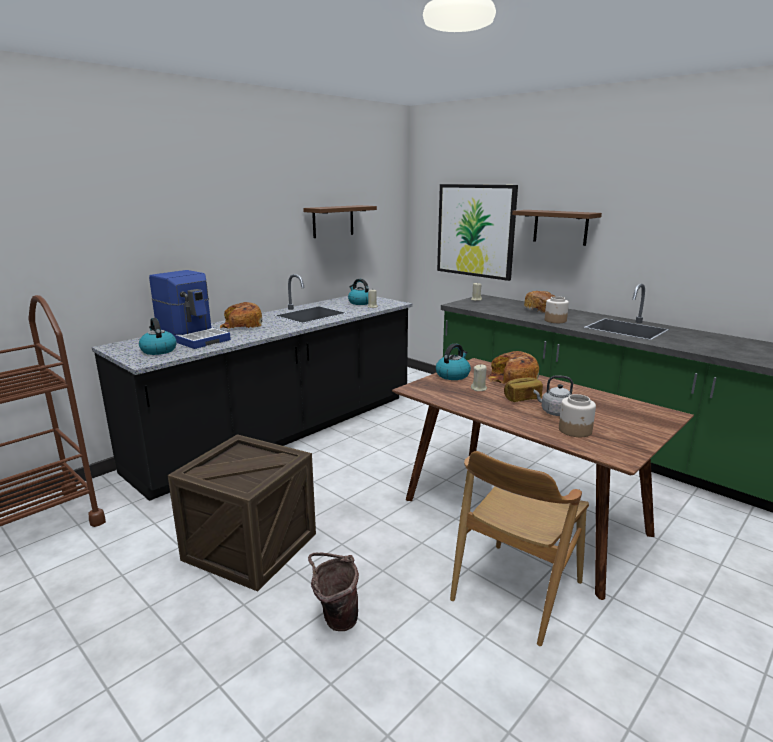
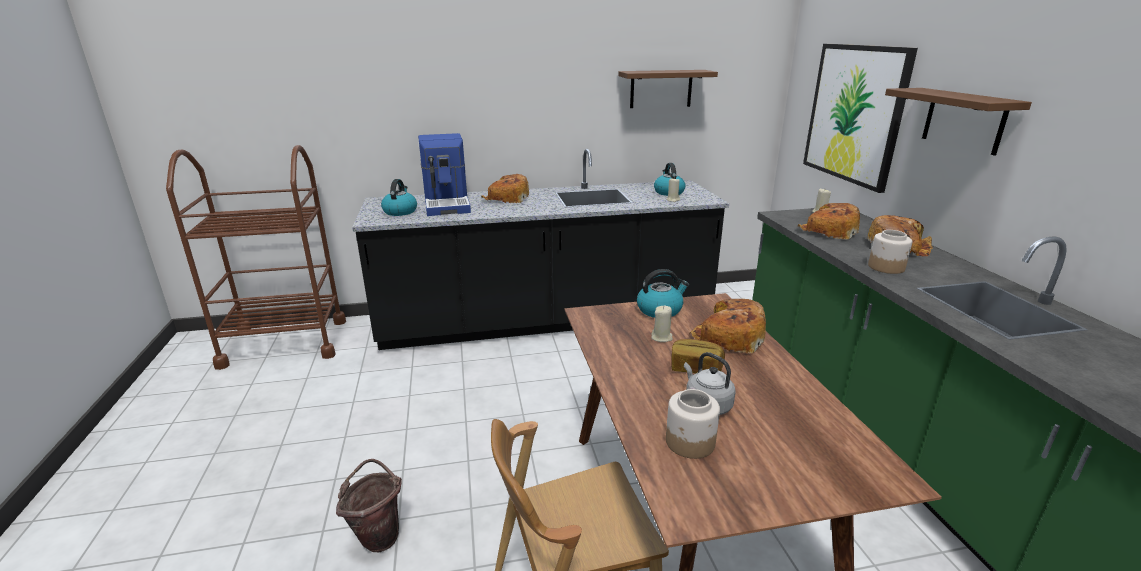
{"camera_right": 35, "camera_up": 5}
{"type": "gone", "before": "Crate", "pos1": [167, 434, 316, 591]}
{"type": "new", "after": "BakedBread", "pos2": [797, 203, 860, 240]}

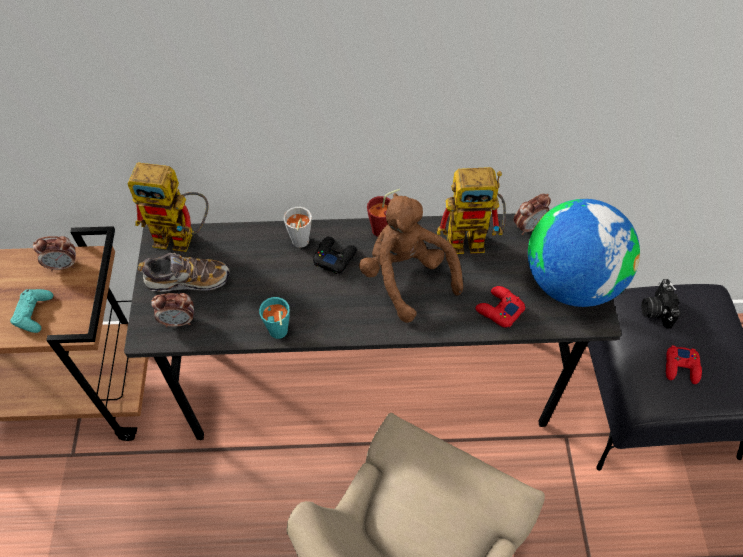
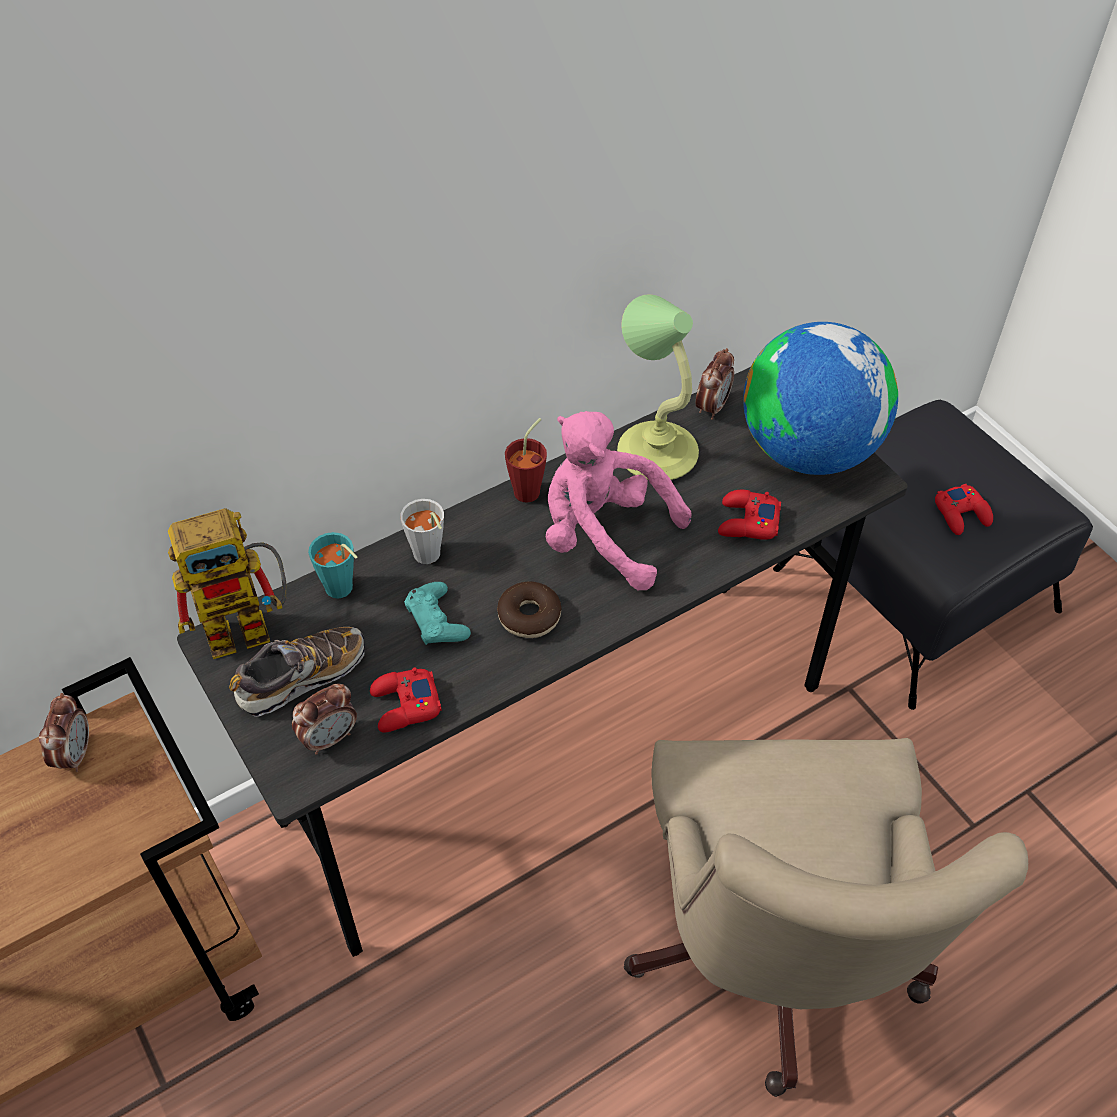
{"camera_right": -30, "camera_up": -5}
{"type": "shifted", "before": "TurquoiseGamepad", "pos1": [10, 289, 53, 333], "pos2": [404, 582, 471, 645]}
{"type": "rotated", "before": "BedsideClock", "pos1": [33, 236, 76, 271], "pos2": [39, 693, 89, 772], "turn": -45}
{"type": "shifted", "before": "TurquoiseSmallCup", "pos1": [259, 297, 290, 339], "pos2": [308, 532, 357, 599]}
{"type": "gone", "before": "BlackColouredGamepad", "pos1": [313, 237, 357, 274]}
{"type": "repainted", "before": "BrownColouredSoftToy", "after": "PinkColouredSoftToy", "pos1": [359, 193, 463, 323], "pos2": [546, 411, 692, 590]}
{"type": "swapped", "before": "ToyRobot", "after": "TableLamp", "pos1": [437, 167, 506, 254], "pos2": [617, 294, 699, 480]}
{"type": "gone", "before": "PhotoCamera", "pos1": [641, 279, 681, 329]}
{"type": "new", "after": "RedGamepad", "pos2": [370, 667, 442, 732]}
{"type": "new", "after": "Donut", "pos2": [497, 581, 562, 638]}

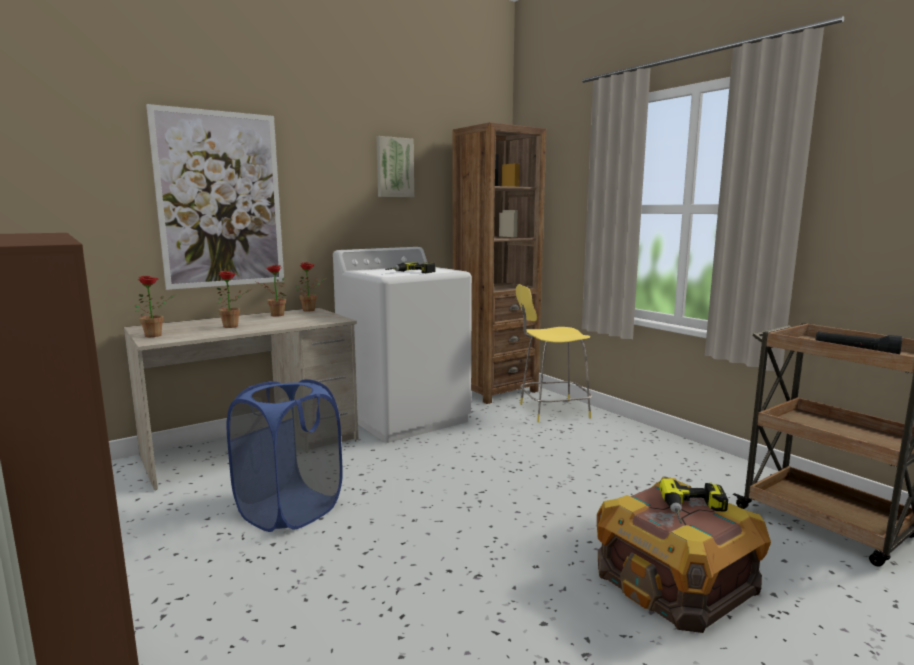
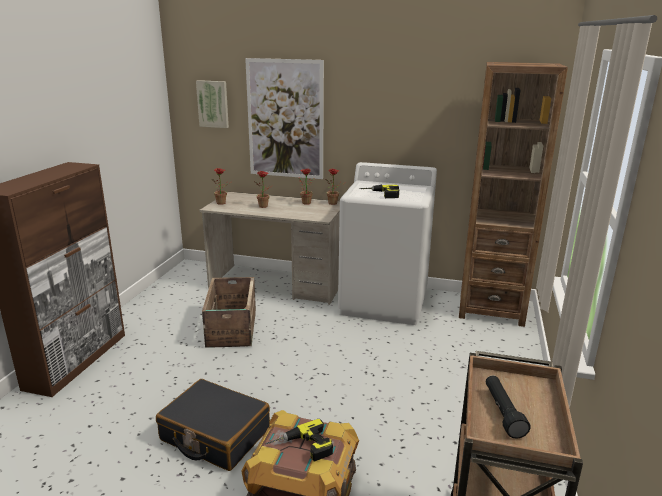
{"camera_right": 50, "camera_up": 10}
{"type": "swapped", "before": "BlueLaundryBasket", "after": "Crate", "pos1": [227, 379, 343, 532], "pos2": [202, 277, 256, 348]}
{"type": "shifted", "before": "WallArt", "pos1": [376, 136, 414, 197], "pos2": [196, 80, 229, 128]}
{"type": "gone", "before": "YellowSittingStool", "pos1": [516, 284, 592, 422]}
{"type": "new", "after": "BlackColouredSuitcase", "pos2": [156, 379, 270, 471]}

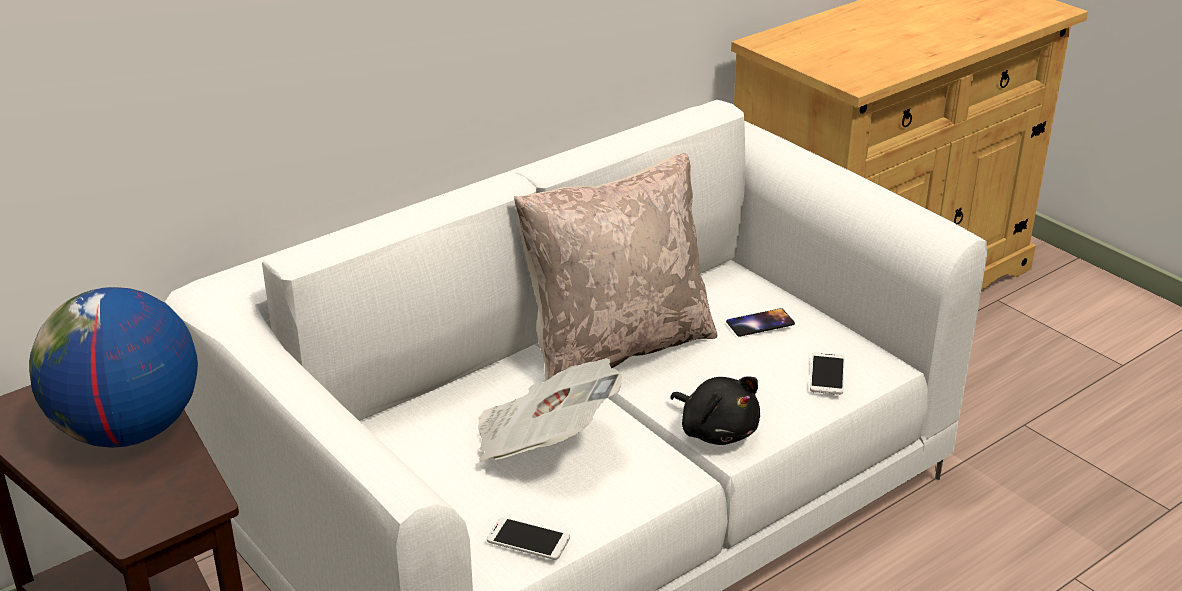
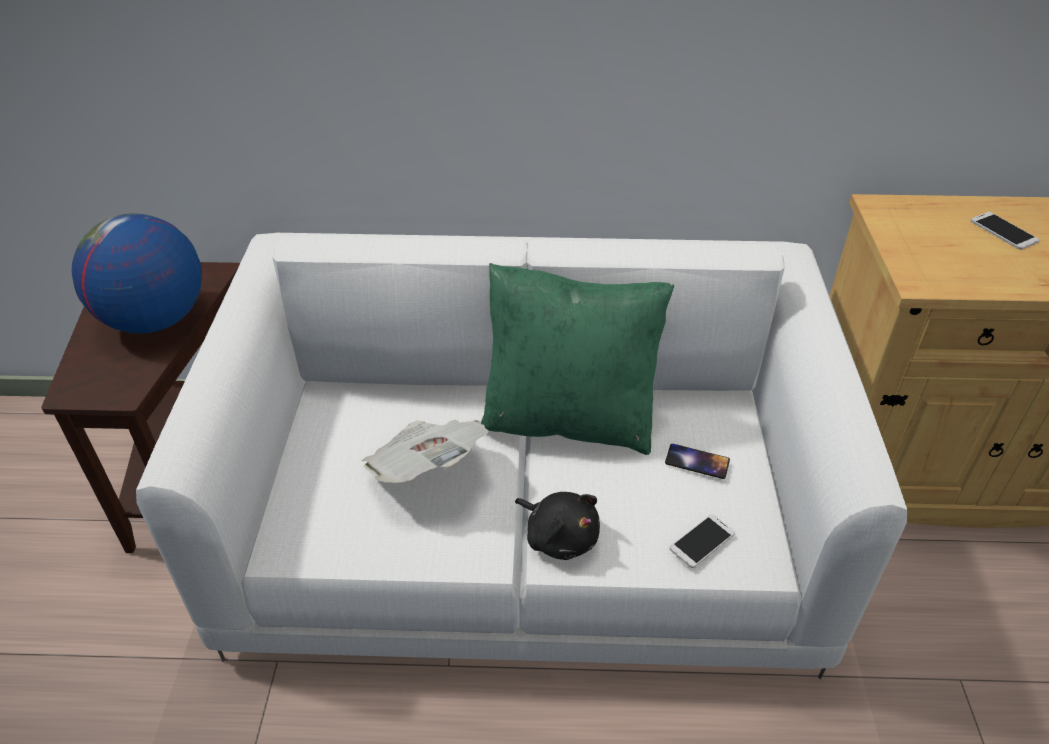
{"camera_right": 40, "camera_up": 10}
{"type": "shifted", "before": "Handset", "pos1": [487, 517, 570, 560], "pos2": [970, 212, 1040, 250]}
{"type": "repainted", "before": "BeigeThrowPillow", "after": "GreenColouredThrowPillow", "pos1": [514, 153, 717, 381], "pos2": [481, 263, 674, 455]}
{"type": "rotated", "before": "BlackColouredSoftToy", "pos1": [670, 376, 760, 445], "pos2": [515, 492, 600, 560], "turn": -45}

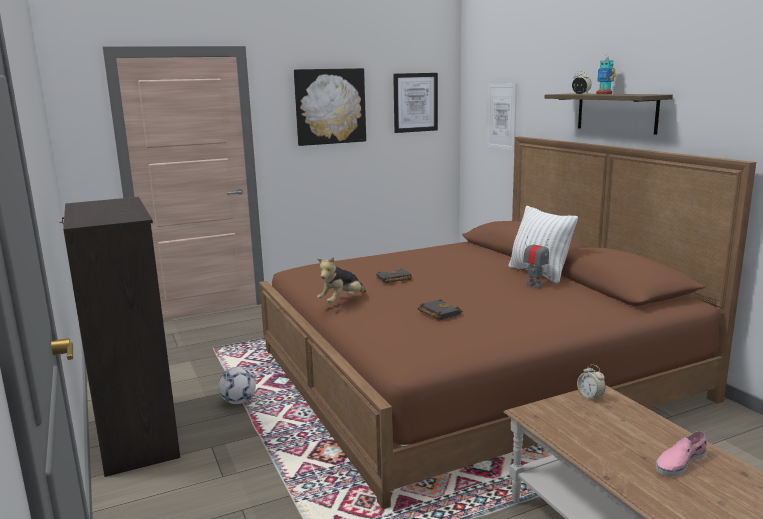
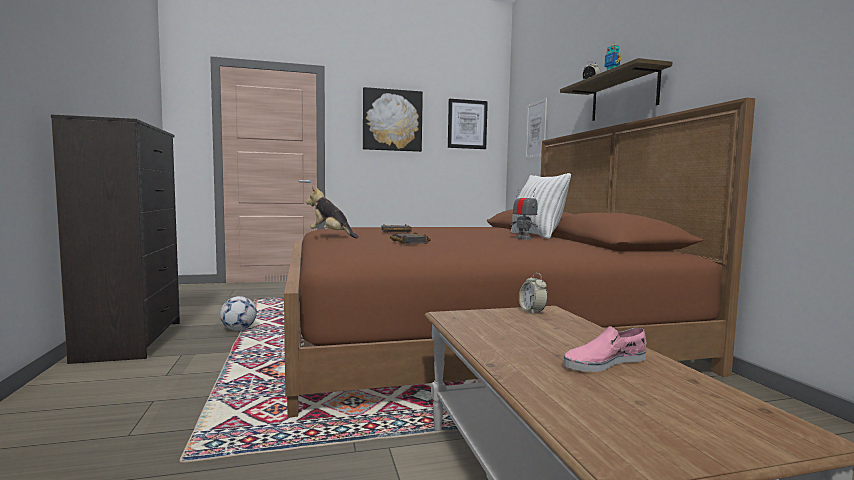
{"camera_right": 10, "camera_up": -10}
{"type": "rotated", "before": "SoftToy", "pos1": [317, 257, 366, 303], "pos2": [306, 186, 358, 239], "turn": 75}

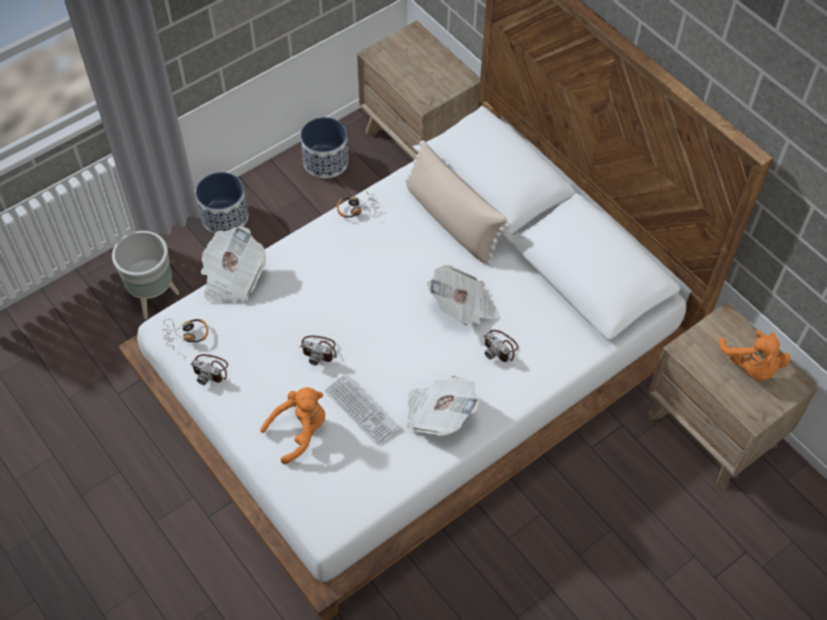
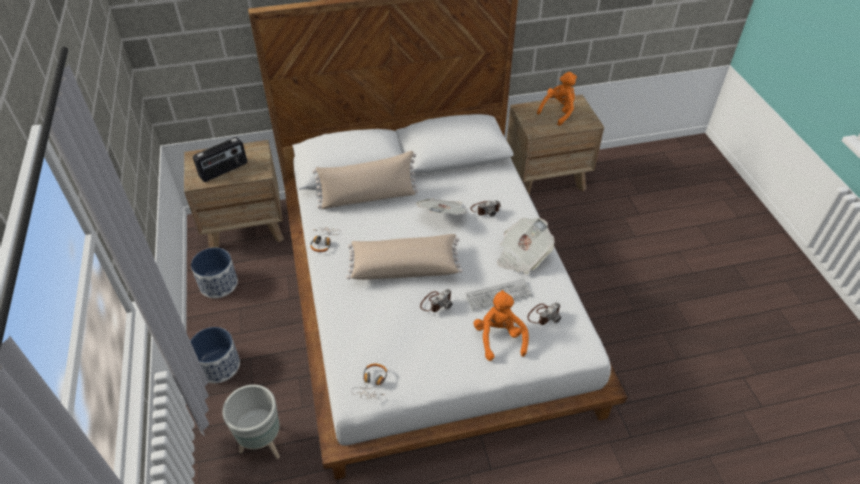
{"camera_right": -65, "camera_up": -10}
{"type": "shifted", "before": "PhotoCamera", "pos1": [190, 354, 228, 385], "pos2": [527, 303, 561, 325]}
{"type": "gone", "before": "Newspaper", "pos1": [201, 226, 266, 302]}
{"type": "rotated", "before": "OrangeColouredSoftToy", "pos1": [719, 330, 791, 381], "pos2": [537, 72, 577, 126], "turn": -60}
{"type": "new", "after": "Radio", "pos2": [193, 137, 247, 182]}
{"type": "new", "after": "BeigeThrowPillow", "pos2": [346, 234, 463, 280]}

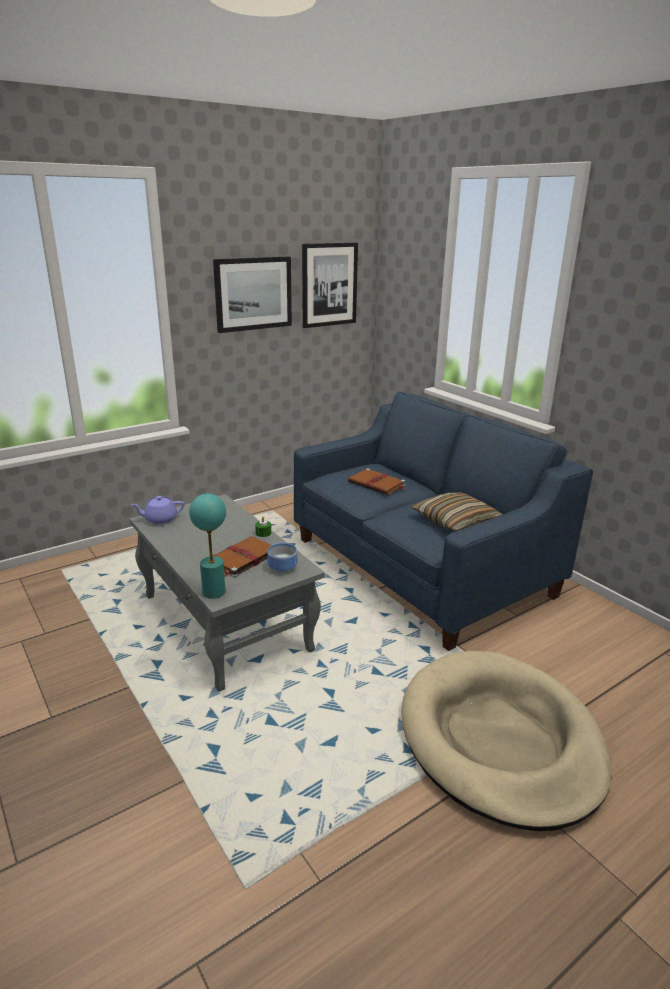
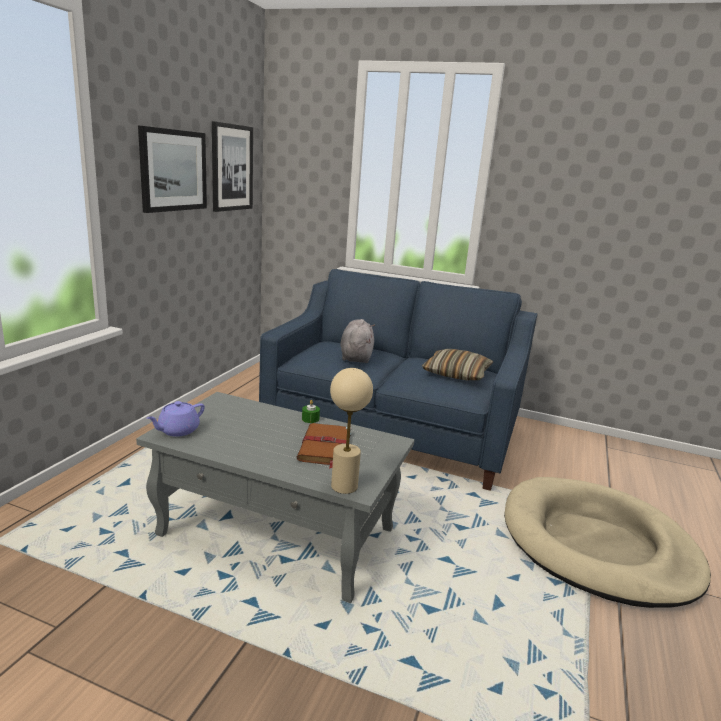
{"camera_right": -35, "camera_up": -5}
{"type": "repainted", "before": "TurquoiseTableLamp", "after": "BeigeTableLamp", "pos1": [189, 494, 226, 599], "pos2": [330, 368, 373, 494]}
{"type": "gone", "before": "DeepDish", "pos1": [268, 543, 297, 573]}
{"type": "swapped", "before": "BrownColouredBook", "after": "GraySoftToy", "pos1": [348, 468, 405, 495], "pos2": [340, 319, 375, 363]}

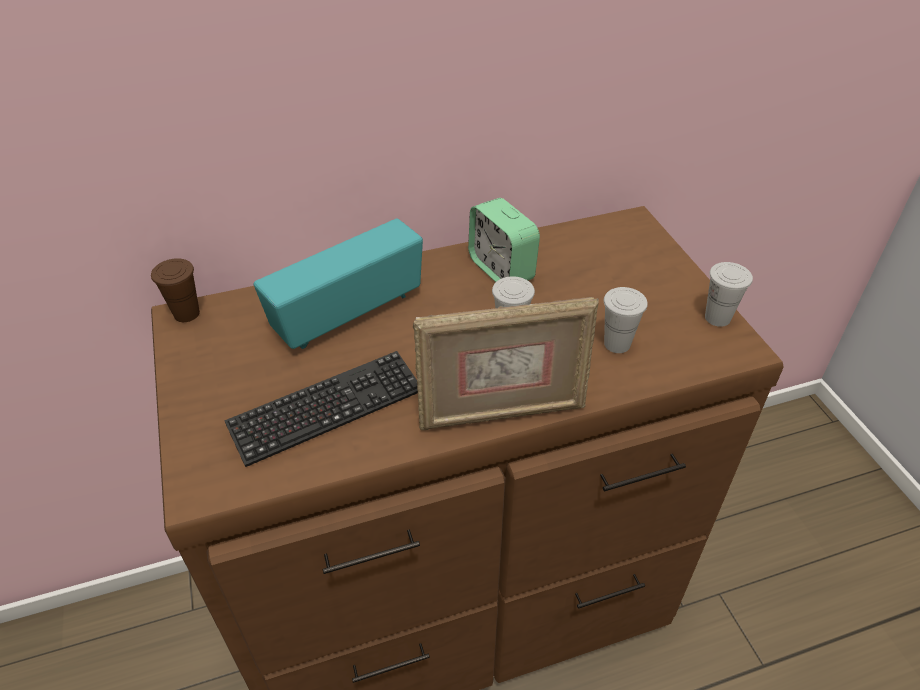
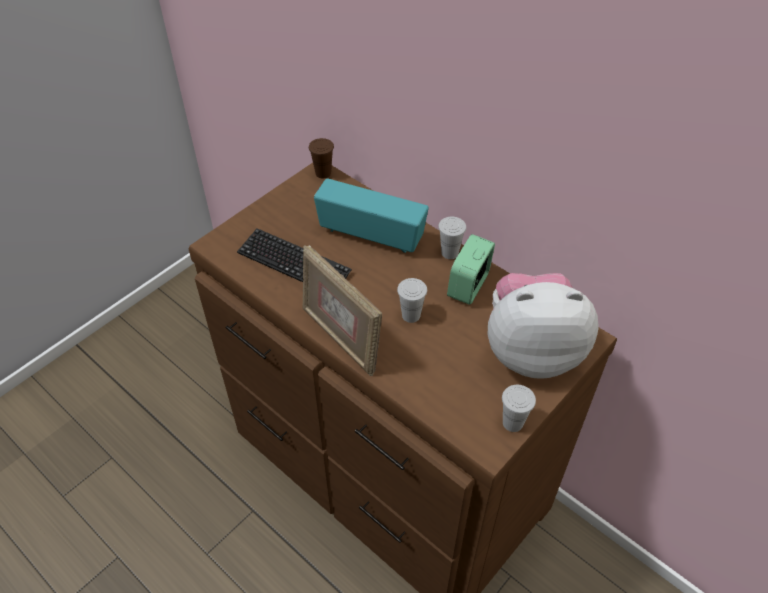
{"camera_right": 60, "camera_up": 5}
{"type": "shifted", "before": "WhitishSmallCup", "pos1": [604, 287, 648, 353], "pos2": [438, 217, 466, 259]}
{"type": "new", "after": "SoftToy", "pos2": [488, 273, 599, 379]}

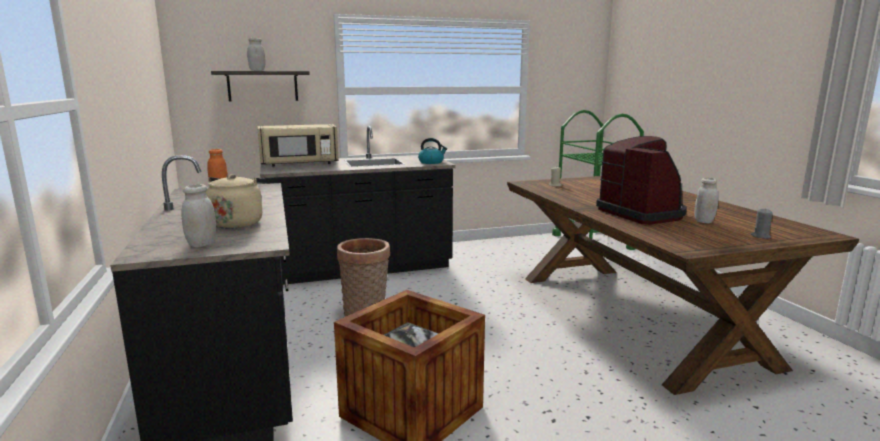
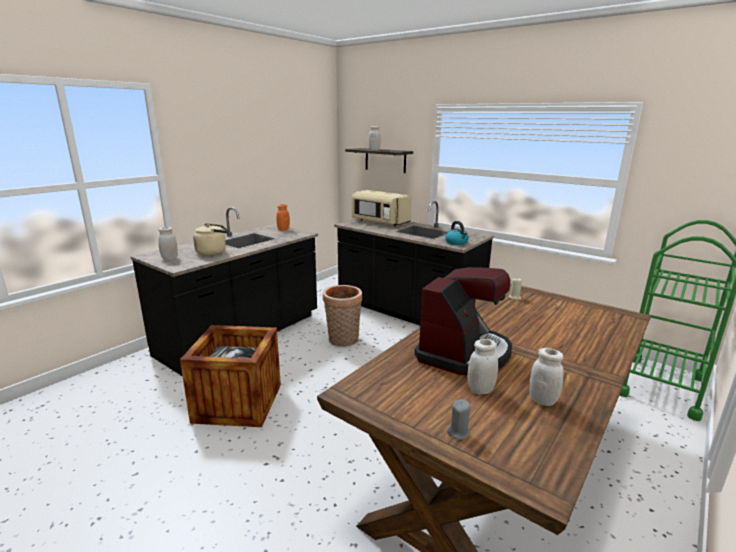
{"camera_right": 55, "camera_up": 5}
{"type": "new", "after": "WhitishStorageJar", "pos2": [529, 348, 564, 406]}

